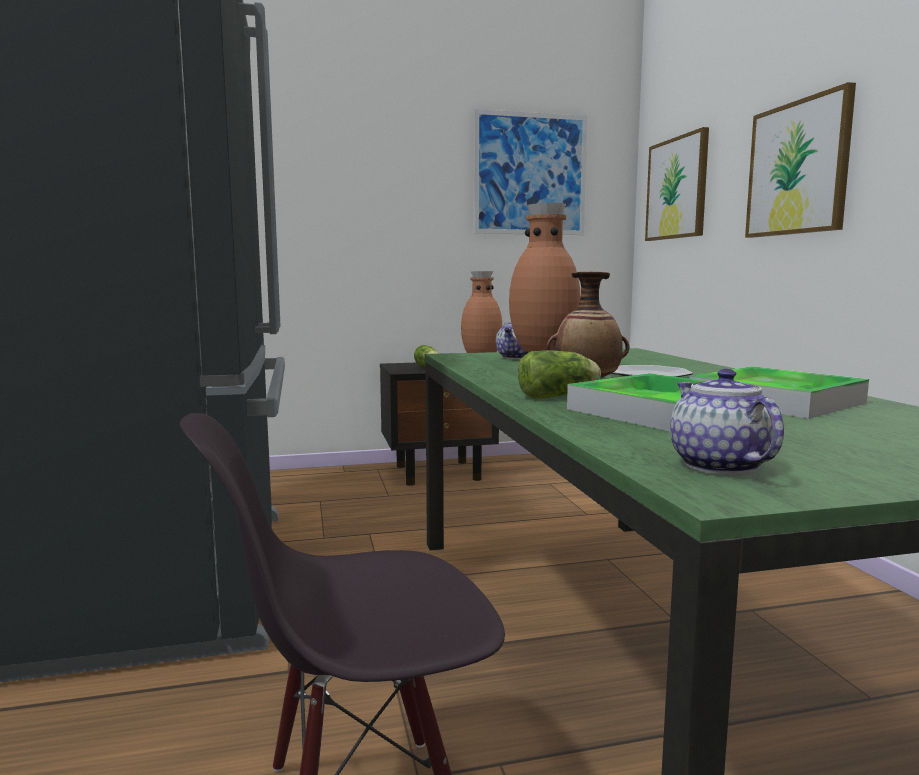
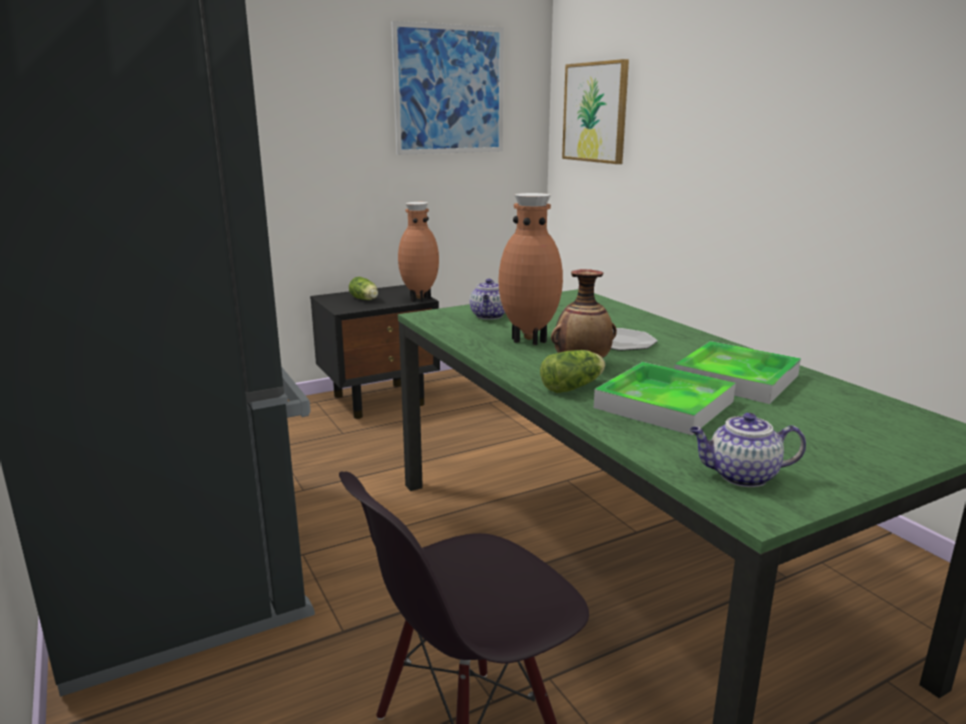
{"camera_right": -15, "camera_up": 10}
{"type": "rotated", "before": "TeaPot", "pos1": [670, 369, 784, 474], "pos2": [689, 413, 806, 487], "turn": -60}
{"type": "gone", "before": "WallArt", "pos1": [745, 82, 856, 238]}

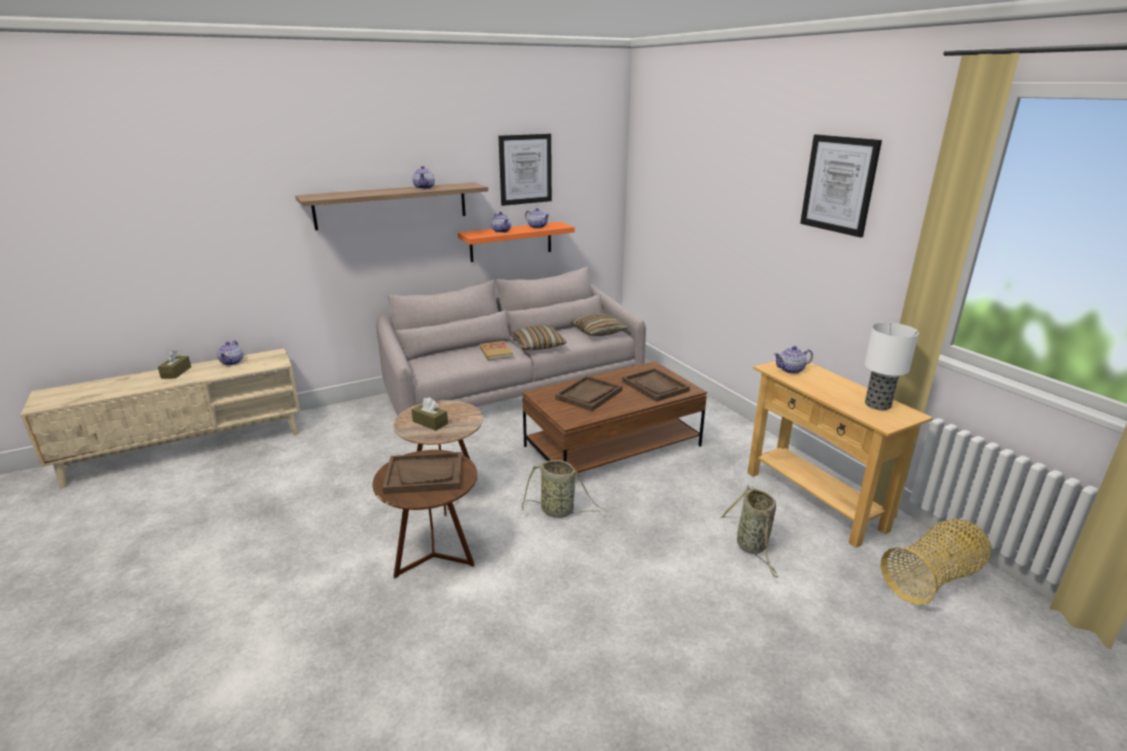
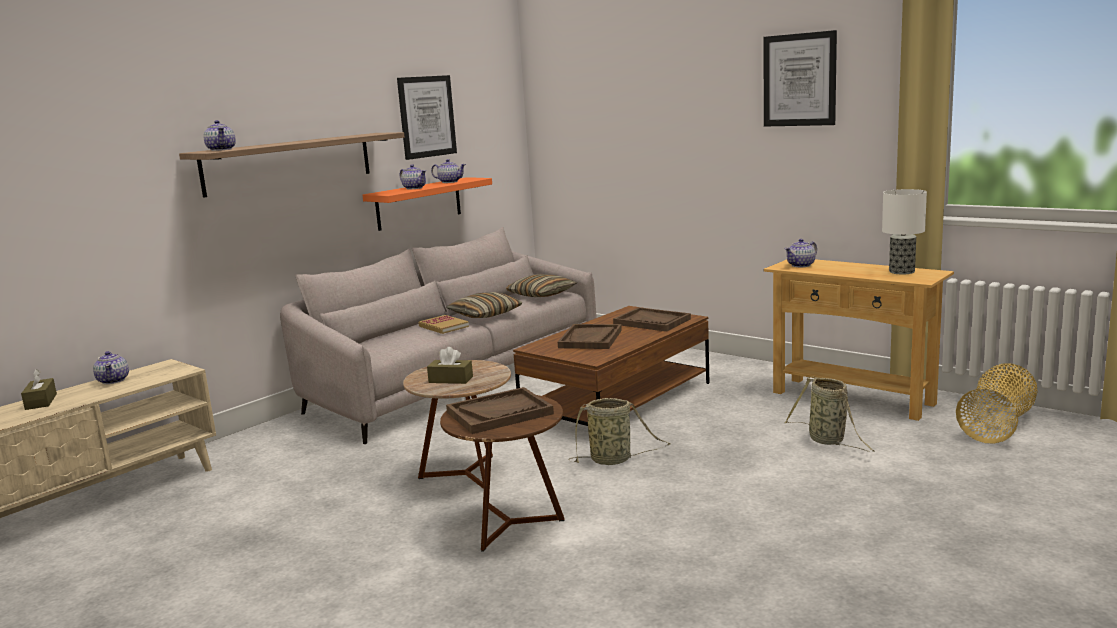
{"camera_right": -20, "camera_up": -10}
{"type": "shifted", "before": "TeaPot", "pos1": [413, 166, 435, 189], "pos2": [203, 120, 236, 151]}

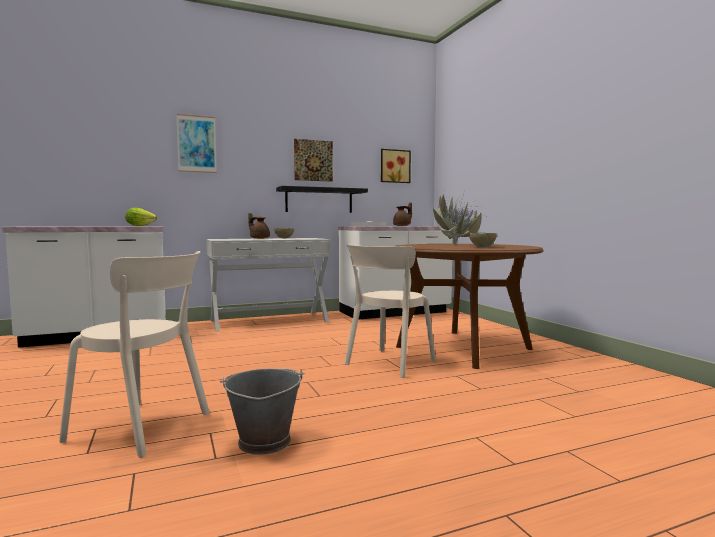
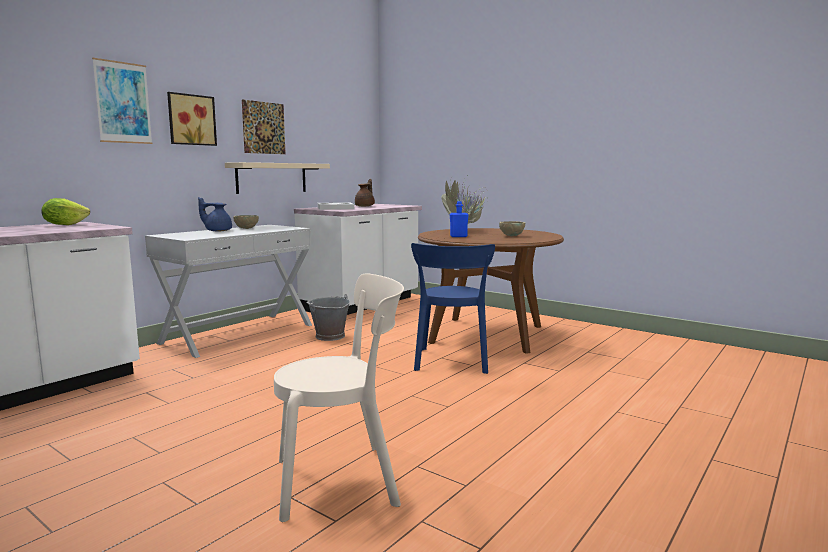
{"camera_right": -30, "camera_up": 5}
{"type": "shifted", "before": "GrayBucket", "pos1": [220, 369, 304, 455], "pos2": [306, 294, 350, 341]}
{"type": "repainted", "before": "BrownColouredTeaPot", "after": "BlueTeaPot", "pos1": [248, 213, 270, 239], "pos2": [198, 197, 232, 231]}
{"type": "repainted", "before": "BlackColouredShelf", "after": "BeigeShelf", "pos1": [276, 186, 368, 213], "pos2": [225, 162, 330, 194]}
{"type": "repainted", "before": "BeigeUprightChair", "after": "BlueUprightChair", "pos1": [345, 244, 436, 378], "pos2": [411, 243, 495, 374]}
{"type": "shifted", "before": "WallArt", "pos1": [381, 149, 411, 183], "pos2": [167, 92, 217, 146]}
{"type": "new", "after": "BlueBeverageBottle", "pos2": [450, 201, 469, 237]}

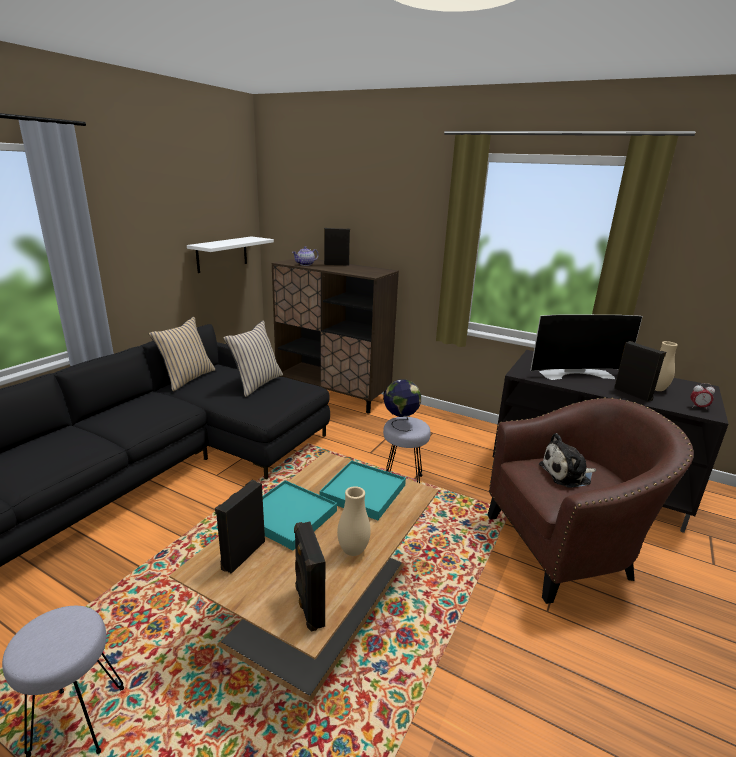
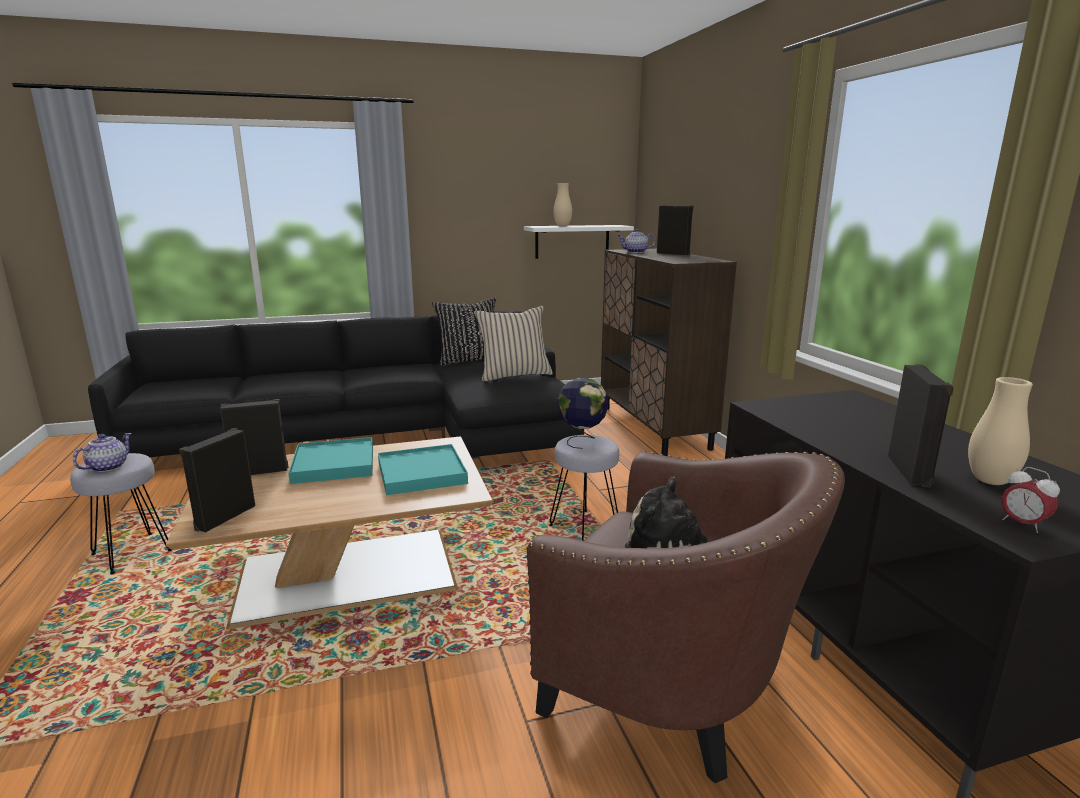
{"camera_right": 45, "camera_up": -5}
{"type": "repainted", "before": "BeigeThrowPillow", "after": "BlackColouredThrowPillow", "pos1": [149, 317, 216, 391], "pos2": [432, 297, 496, 366]}
{"type": "shifted", "before": "BeigeDecorativeVase", "pos1": [337, 486, 371, 556], "pos2": [553, 183, 572, 226]}
{"type": "gone", "before": "TvSet", "pos1": [530, 315, 643, 380]}
{"type": "new", "after": "TeaPot", "pos2": [73, 433, 132, 472]}

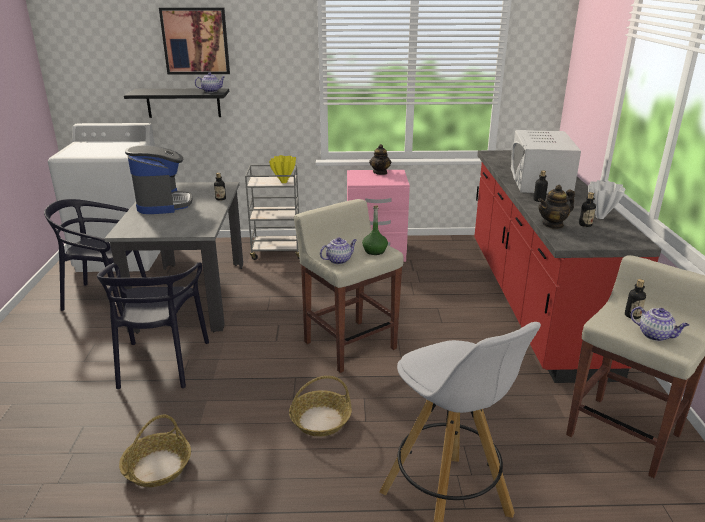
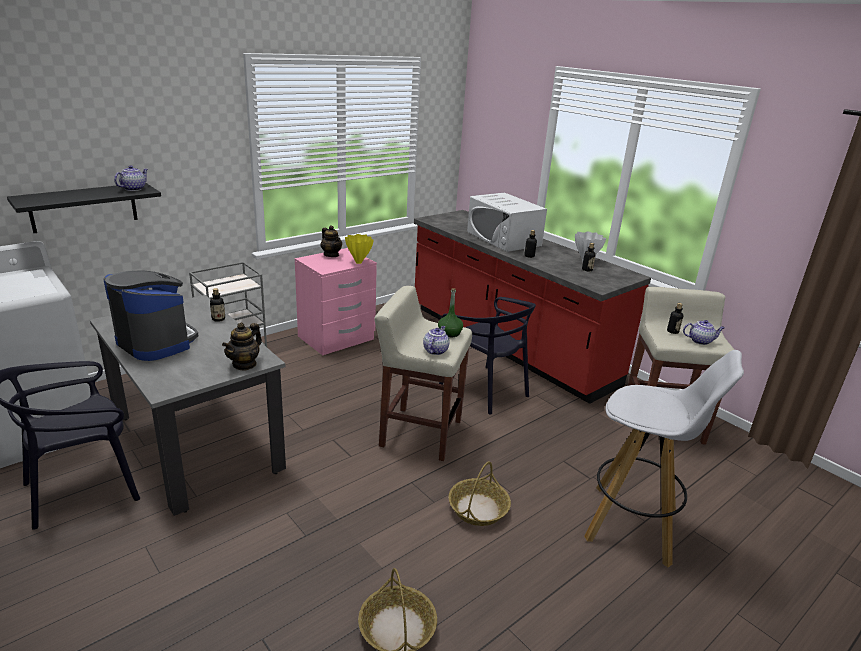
{"camera_right": -40, "camera_up": 0}
{"type": "shifted", "before": "BlackColouredUprightChair", "pos1": [97, 262, 209, 389], "pos2": [439, 297, 536, 415]}
{"type": "gone", "before": "WallArt", "pos1": [159, 7, 230, 75]}
{"type": "shifted", "before": "YellowDecorativeVase", "pos1": [269, 155, 296, 183], "pos2": [345, 234, 374, 264]}
{"type": "shifted", "before": "TeaPot", "pos1": [538, 185, 575, 229], "pos2": [222, 322, 262, 370]}

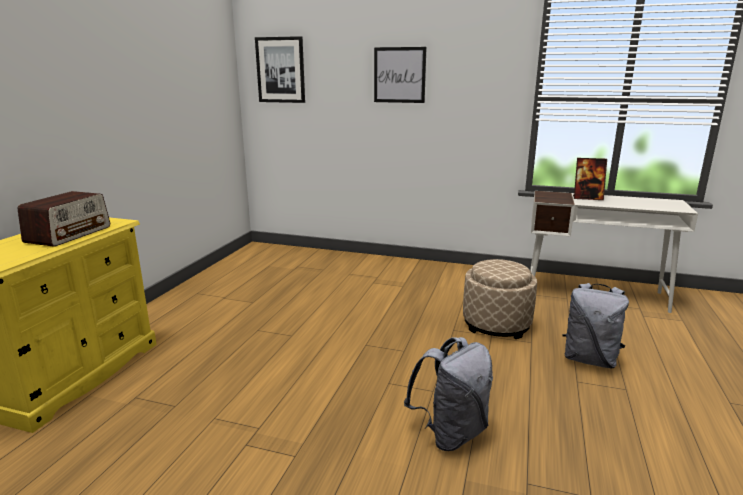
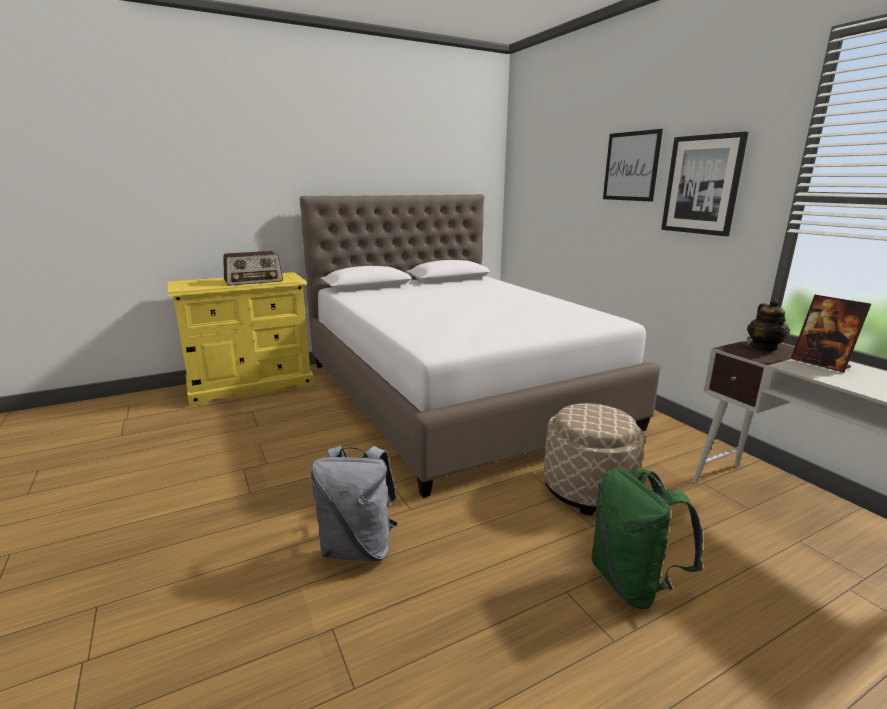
{"camera_right": 45, "camera_up": 0}
{"type": "shifted", "before": "WallArt", "pos1": [255, 36, 305, 103], "pos2": [661, 131, 748, 236]}
{"type": "repainted", "before": "GrayKnapsack", "after": "GreenColouredKnapsack", "pos1": [562, 283, 629, 368], "pos2": [592, 468, 703, 609]}
{"type": "new", "after": "WhitishSleepingBed", "pos2": [300, 194, 661, 498]}
{"type": "new", "after": "TeaPot", "pos2": [747, 299, 790, 352]}

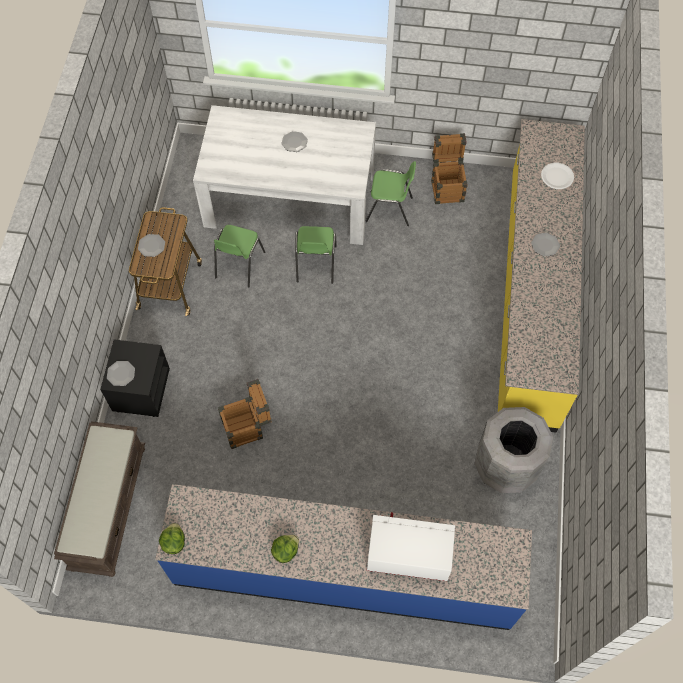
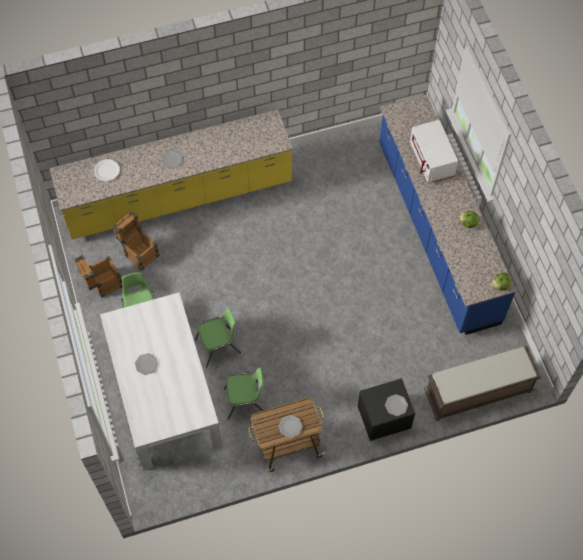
{"camera_right": -115, "camera_up": 0}
{"type": "shifted", "before": "Crate", "pos1": [218, 379, 272, 449], "pos2": [113, 210, 160, 271]}
{"type": "gone", "before": "GrayTrashCan", "pos1": [475, 407, 553, 493]}

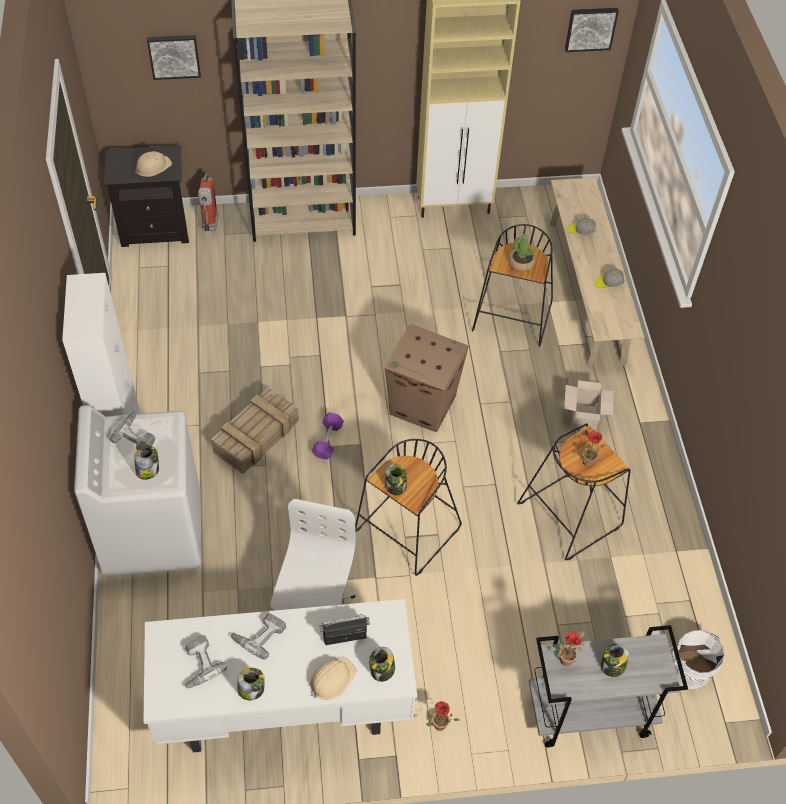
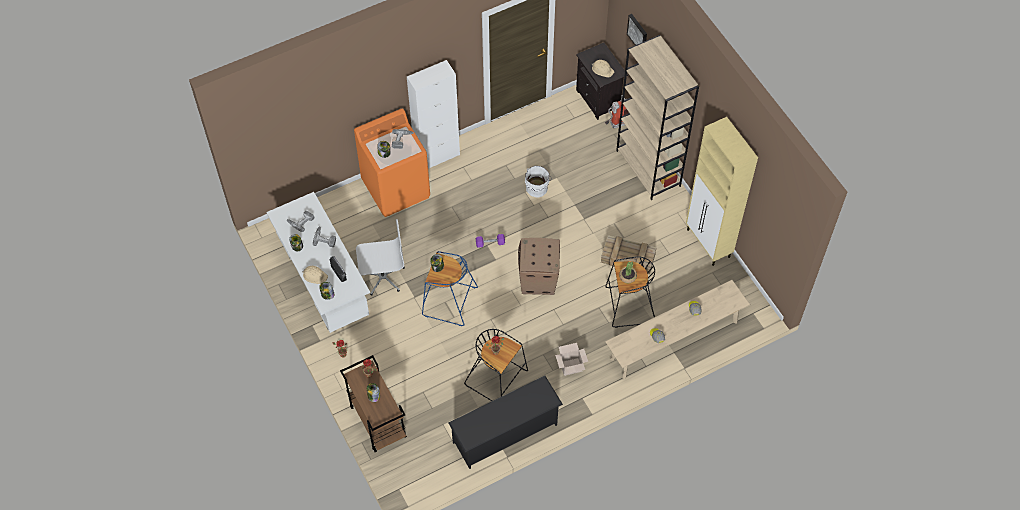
{"camera_right": 70, "camera_up": 5}
{"type": "repainted", "before": "WhitishWashingMachine", "after": "OrangeColouredWashingMachine", "pos1": [74, 405, 201, 577], "pos2": [354, 109, 430, 217]}
{"type": "shifted", "before": "Crate", "pos1": [211, 387, 299, 474], "pos2": [601, 235, 656, 275]}
{"type": "repainted", "before": "BlackColouredSittingStool", "after": "BlueSittingStool", "pos1": [355, 439, 462, 576], "pos2": [422, 251, 478, 326]}
{"type": "repainted", "before": "GrayWheeledCart", "after": "BrownColouredWheeledCart", "pos1": [529, 625, 688, 747], "pos2": [340, 355, 407, 452]}
{"type": "gone", "before": "WallArt", "pos1": [565, 8, 619, 52]}
{"type": "shifted", "before": "WhitishBucket", "pos1": [670, 630, 724, 689], "pos2": [525, 166, 552, 197]}
{"type": "new", "after": "BlackColouredShoeShelf", "pos2": [448, 376, 563, 469]}

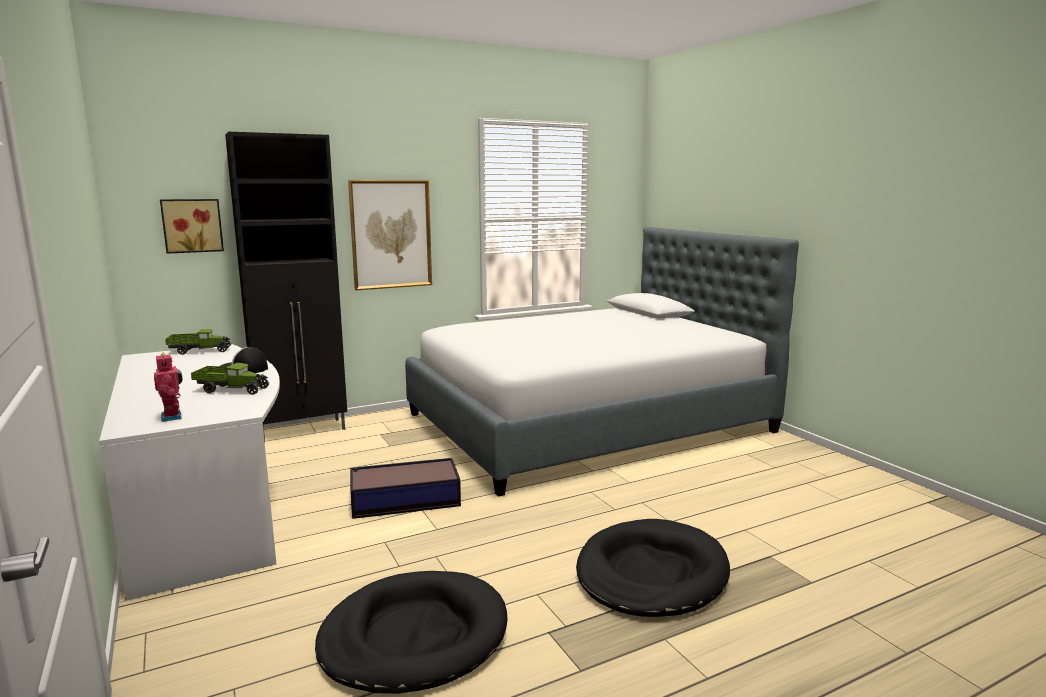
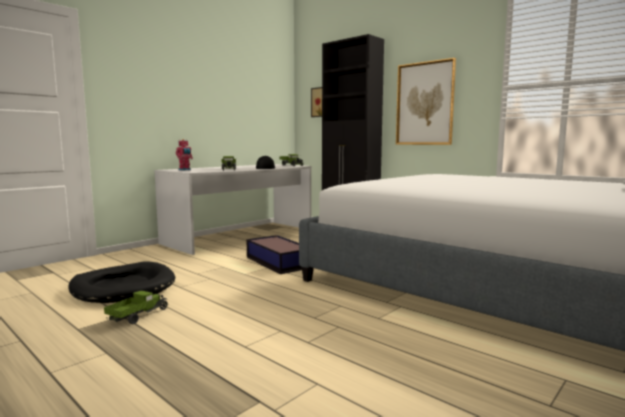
{"camera_right": 70, "camera_up": -5}
{"type": "gone", "before": "BlackColouredPetBed", "pos1": [576, 519, 730, 617]}
{"type": "new", "after": "ToyLorry", "pos2": [104, 291, 168, 324]}

